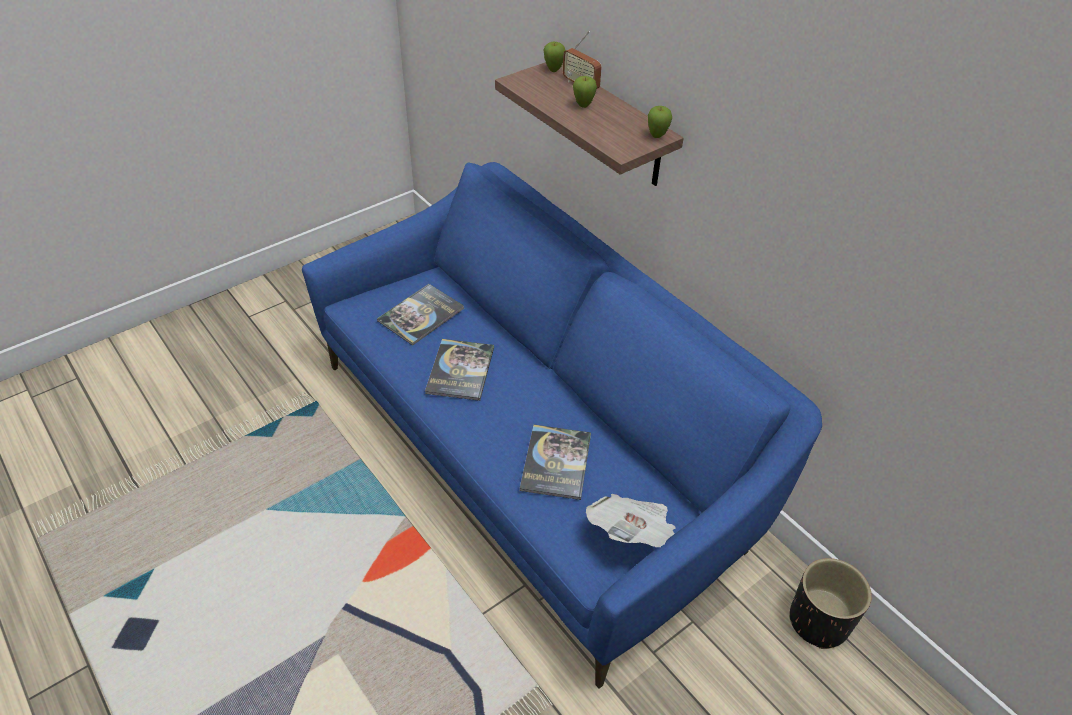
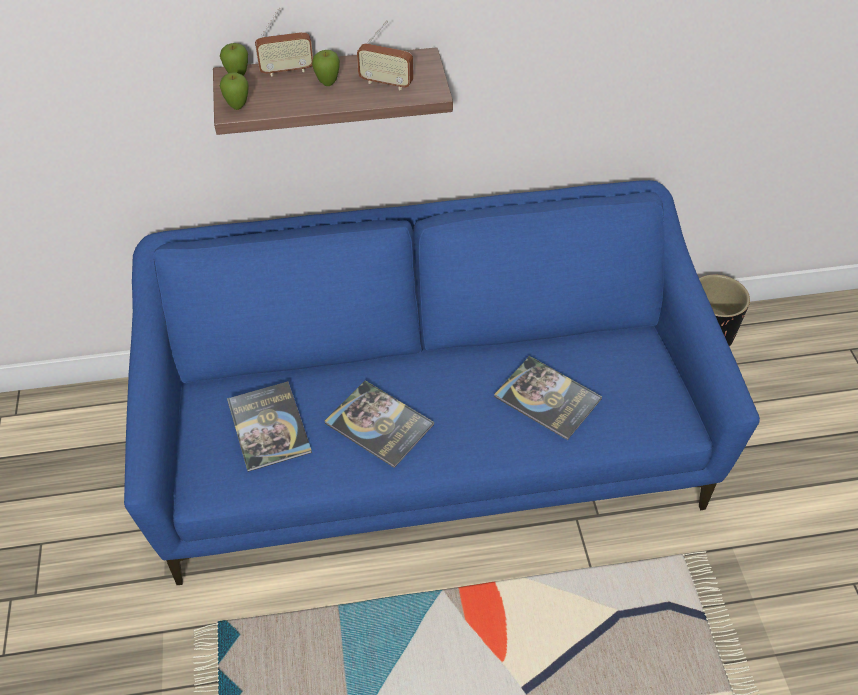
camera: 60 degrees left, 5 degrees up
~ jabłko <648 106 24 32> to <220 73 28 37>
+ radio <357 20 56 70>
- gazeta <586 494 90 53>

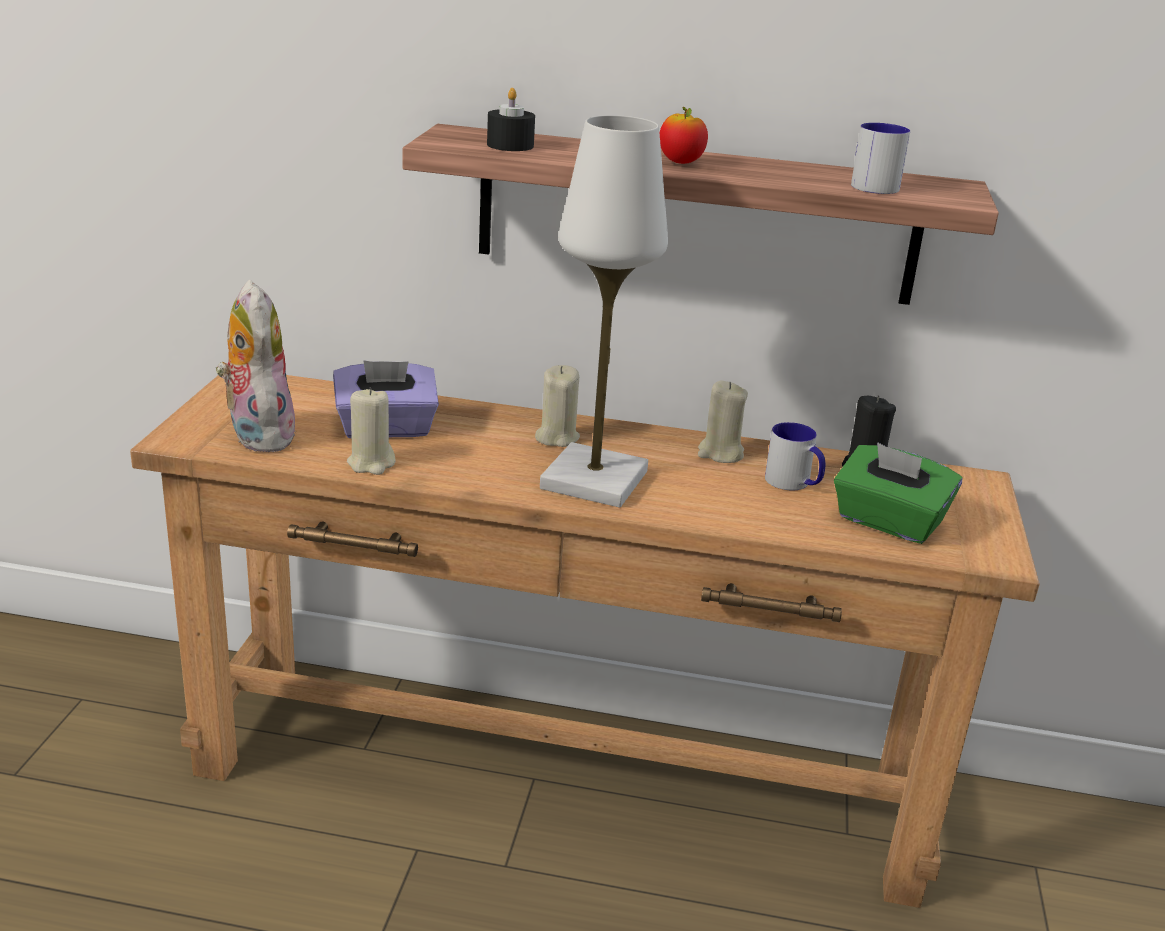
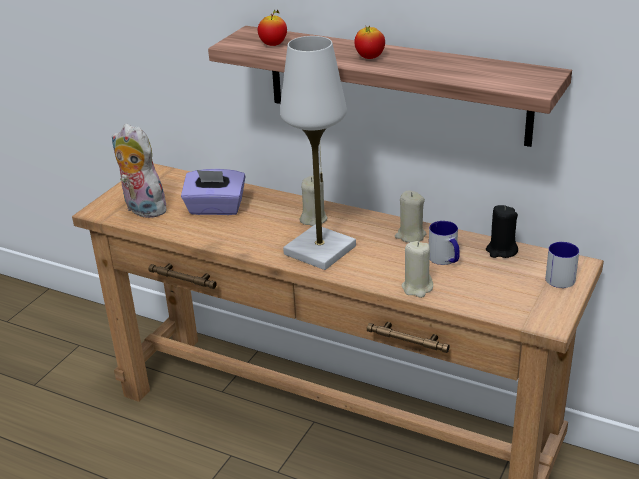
camera: 20 degrees right, 5 degrees up
~ pluszak <215 280 83 172> = <112 124 60 94> 45 degrees counterclockwise
~ świeca [czarny] <487 88 48 63> to jabłko <258 10 29 36>
~ świeca [beżowy] <347 387 49 88> to <402 241 31 57>
~ kubek <851 123 59 71> to <545 242 34 46>
- pudełko chusteczek [zielony] <834 442 129 102>

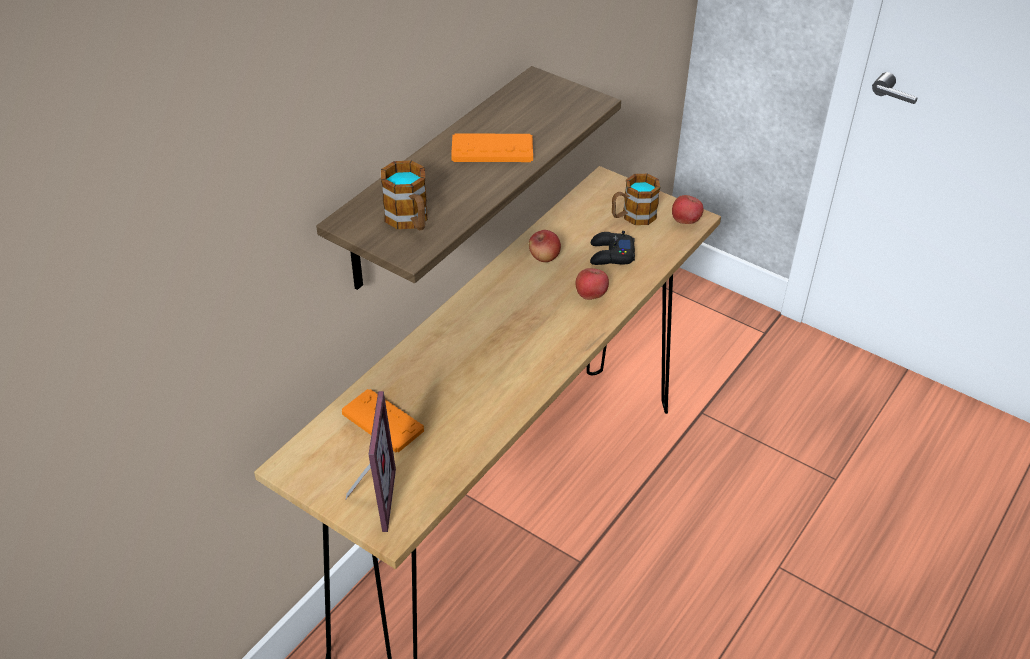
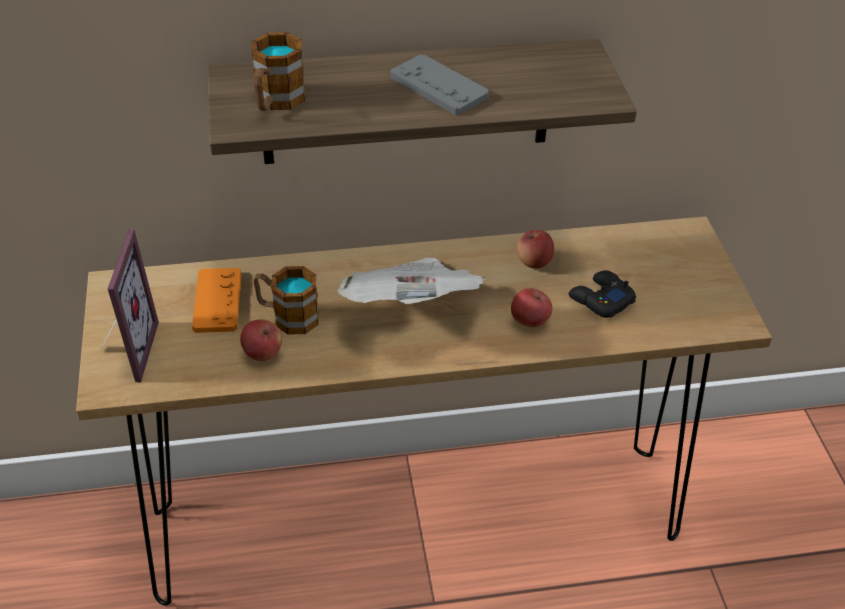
camera: 45 degrees right, 0 degrees up
~ ramka na zdjęcie <346 391 50 141> = <101 229 58 153> 45 degrees counterclockwise
~ jabłko <672 195 31 29> to <240 319 42 42>
~ kubek <612 174 48 51> to <253 266 66 69>
+ gazeta <337 258 149 46>
~ pad do gier [pomarańczowy] <451 133 82 29> to pad do gier [szary] <390 54 99 61>

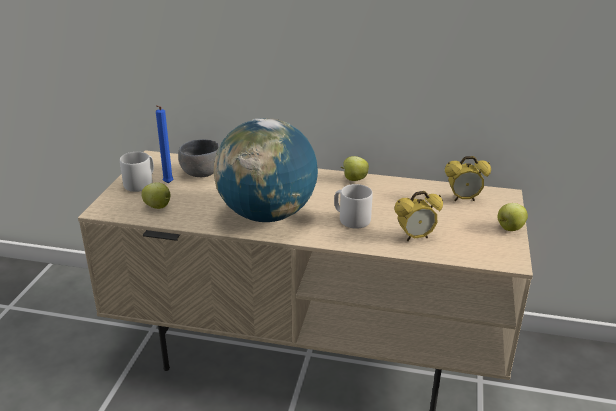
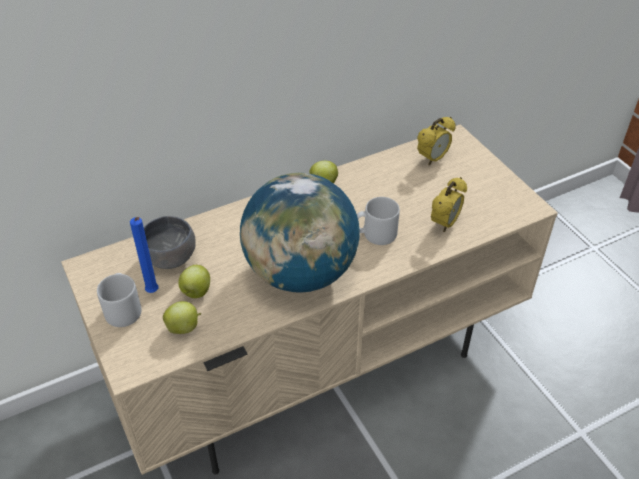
camera: 40 degrees left, 15 degrees up
~ jabłko <498 203 30 28> to <178 265 32 33>

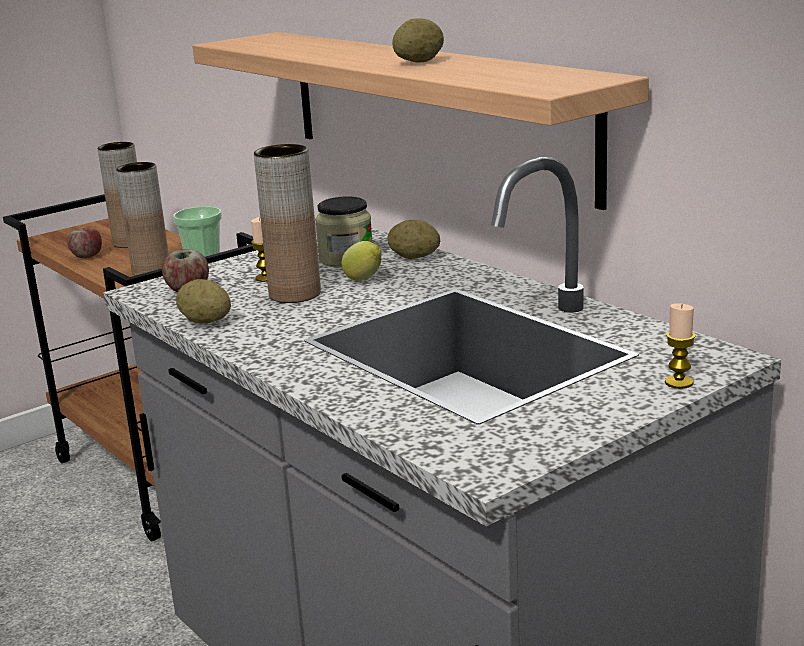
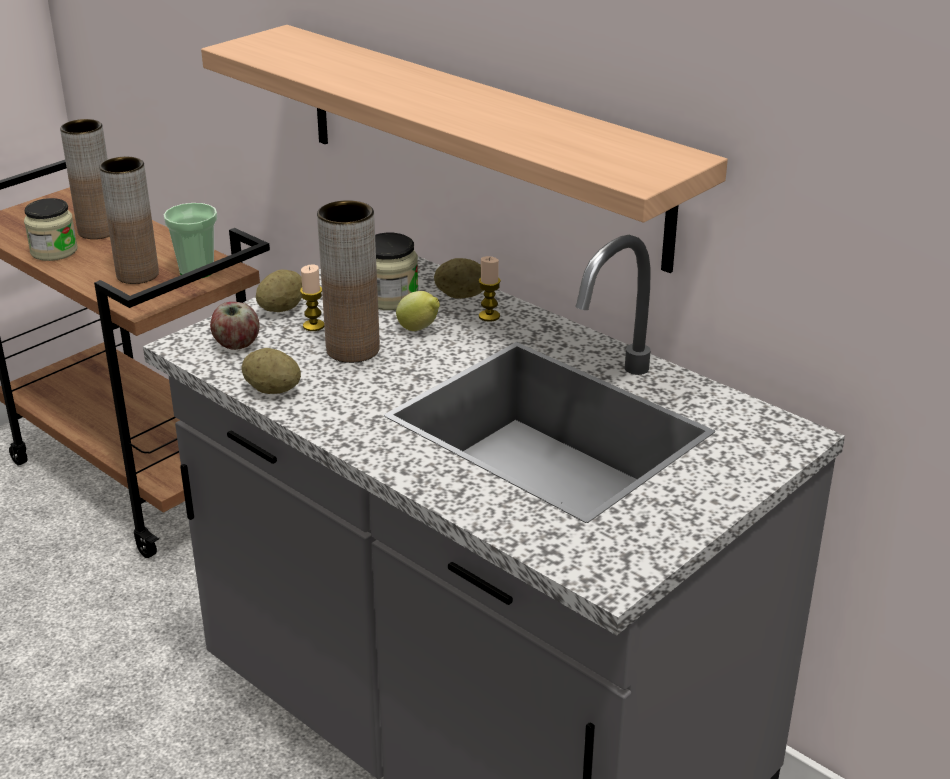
camera: 10 degrees left, 10 degrees up
~ jabłko <67 228 35 31> to słoik <24 198 53 63>
~ ziemniak <392 18 52 45> to <256 270 46 42>
~ świeca <665 303 31 86> to <479 256 22 66>

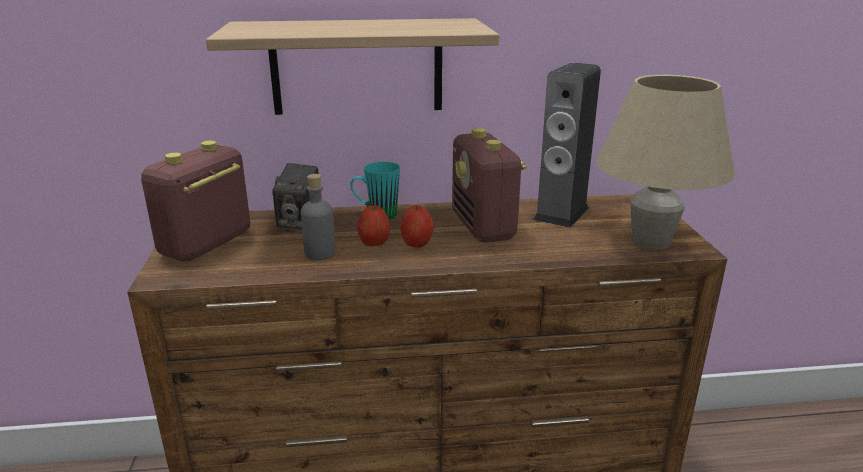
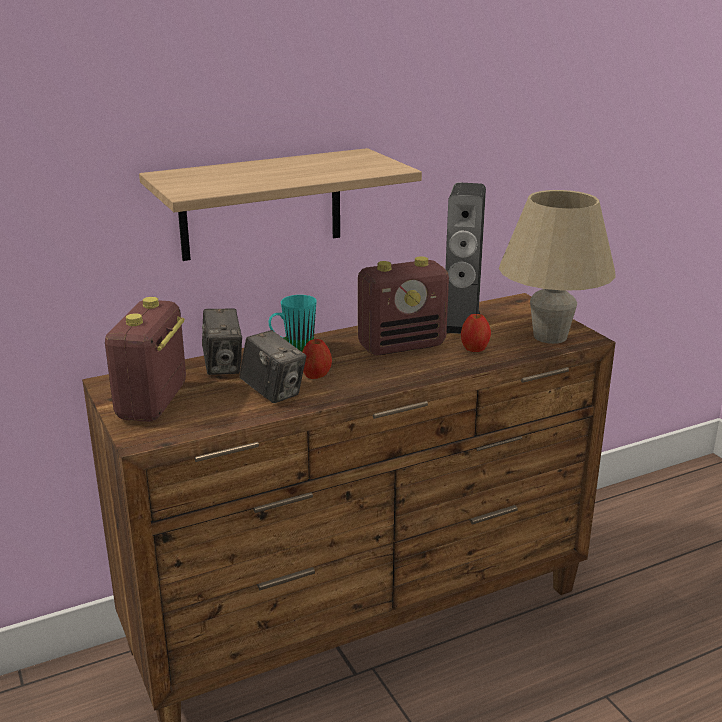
camera: 20 degrees left, 0 degrees up
~ butelka [szary] <301 174 34 86> to aparat fotograficzny <239 330 67 73>
~ radio <452 128 75 115> = <358 256 91 99> 75 degrees counterclockwise
~ jabłko <401 205 33 43> to <461 313 30 39>

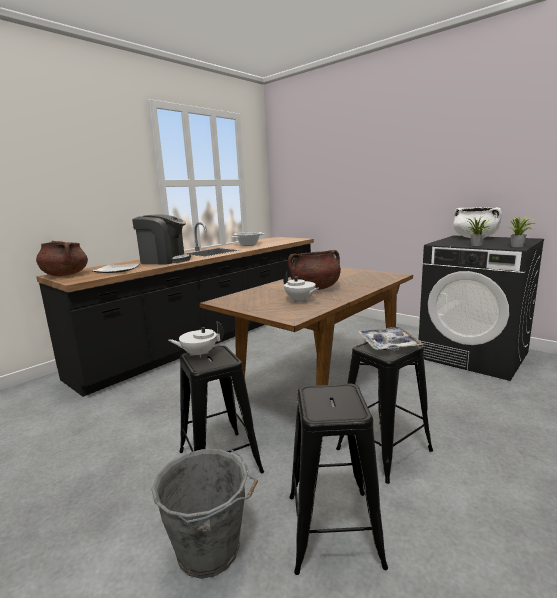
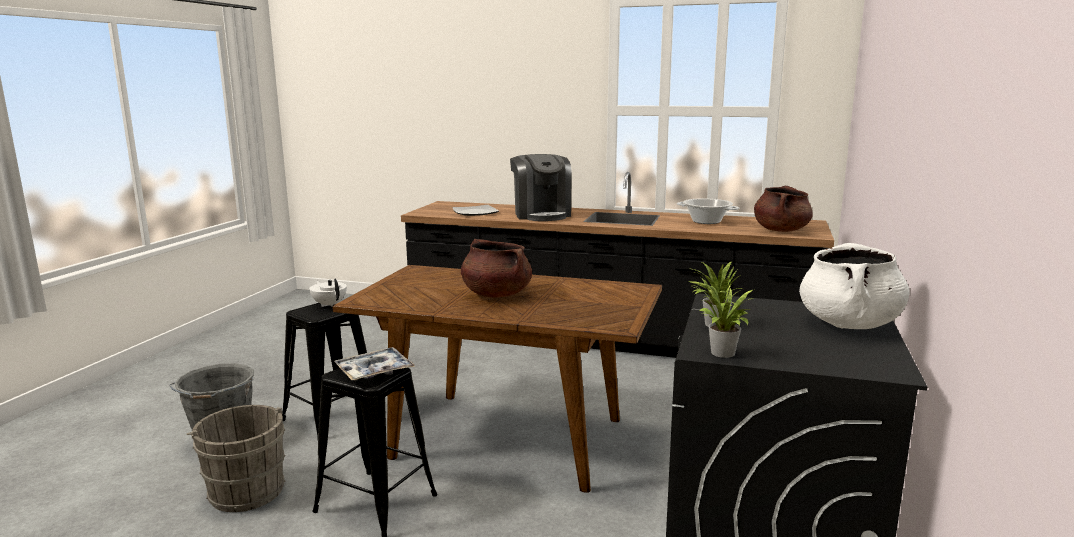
camera: 65 degrees right, 0 degrees up
~ stołek [czarny] <289 383 99 192> to wiadro [szary] <187 405 98 107>
~ garnek [brązowy] <36 241 52 35> to <754 186 59 46>
- imbryk [biały] <283 272 36 31>

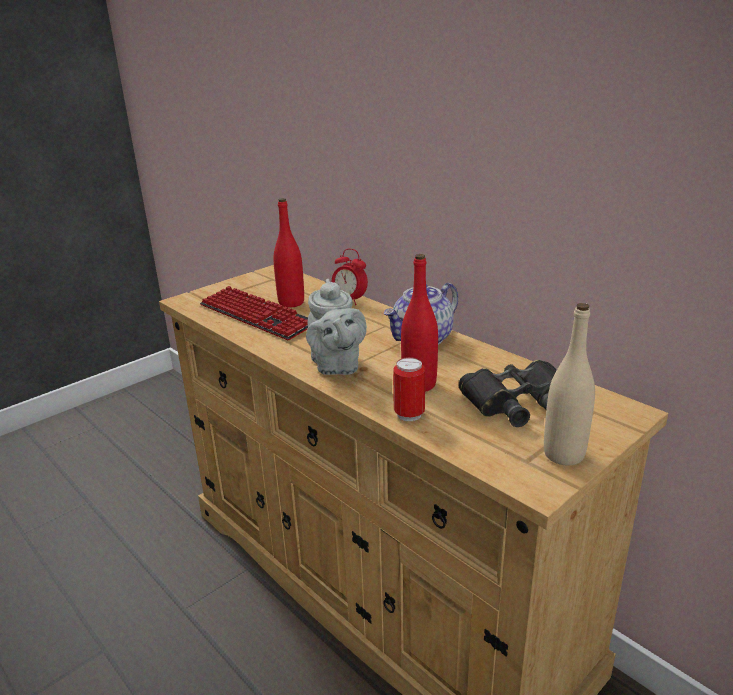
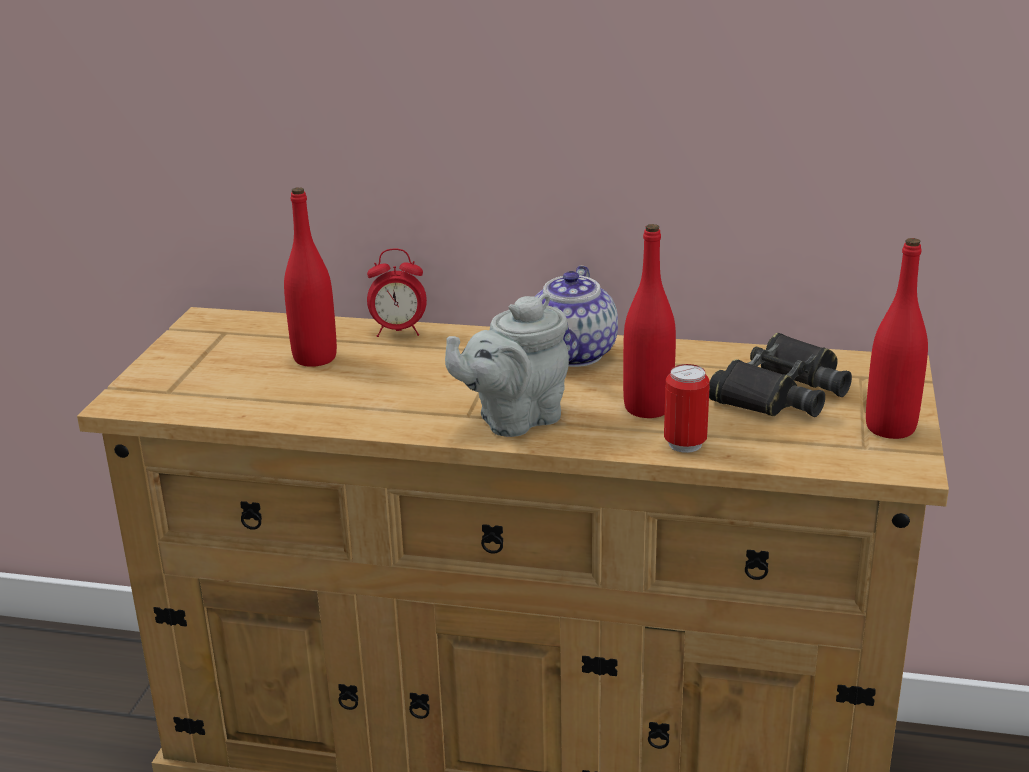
camera: 35 degrees left, 0 degrees up
~ imbryk [szary] <306 279 61 96> = <445 293 124 144> 105 degrees clockwise
~ butelka [beżowy] <544 303 51 162> to butelka [czerwony] <866 238 62 201>
- klawiatura <200 286 108 54>

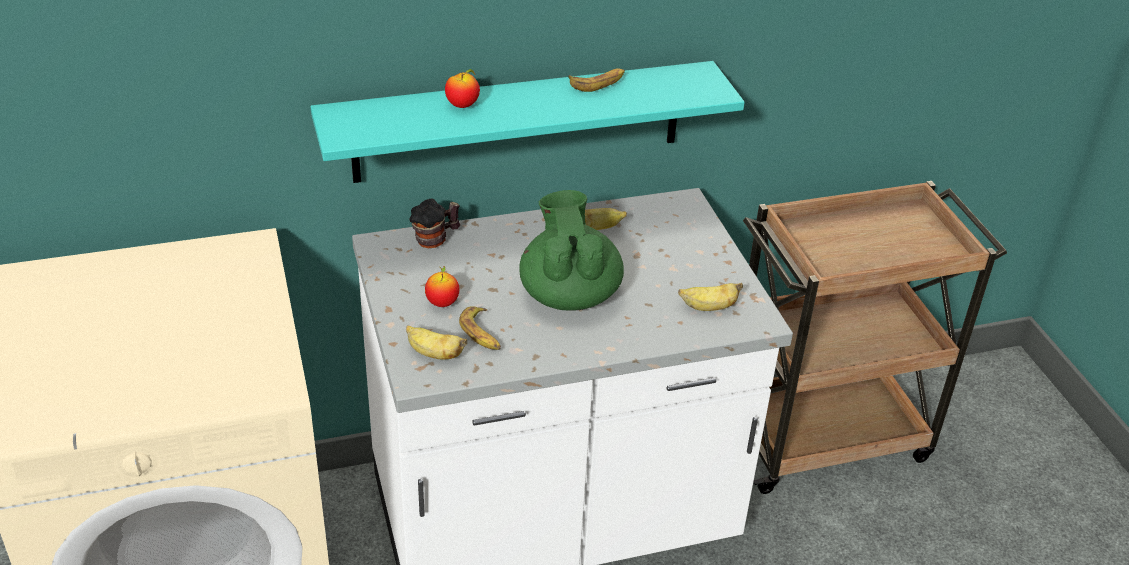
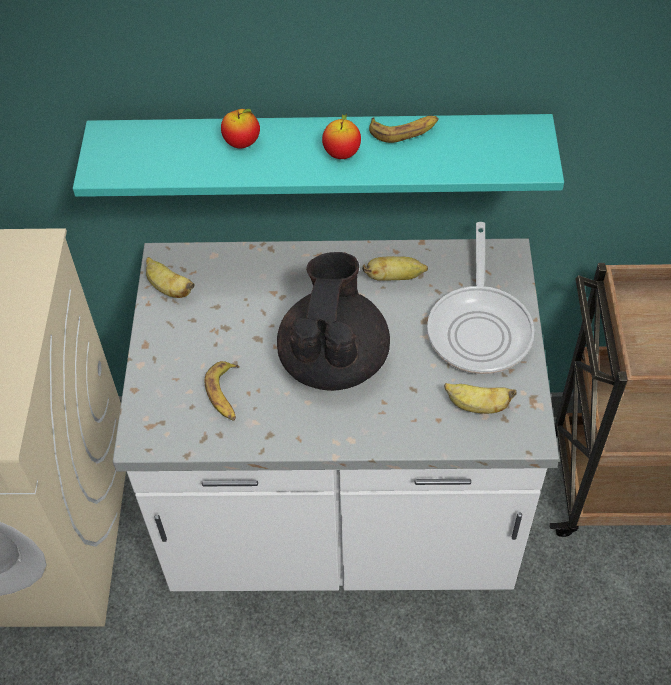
camera: 20 degrees right, 15 degrees up
~ banan <406 325 61 35> to <146 257 49 41>
~ imbryk [zielony] <519 190 105 120> to imbryk [czarny] <277 252 113 139>
~ jabłko <425 266 34 41> to <322 114 39 45>
+ patelnia <427 222 108 152>
- kubek <409 199 51 49>

